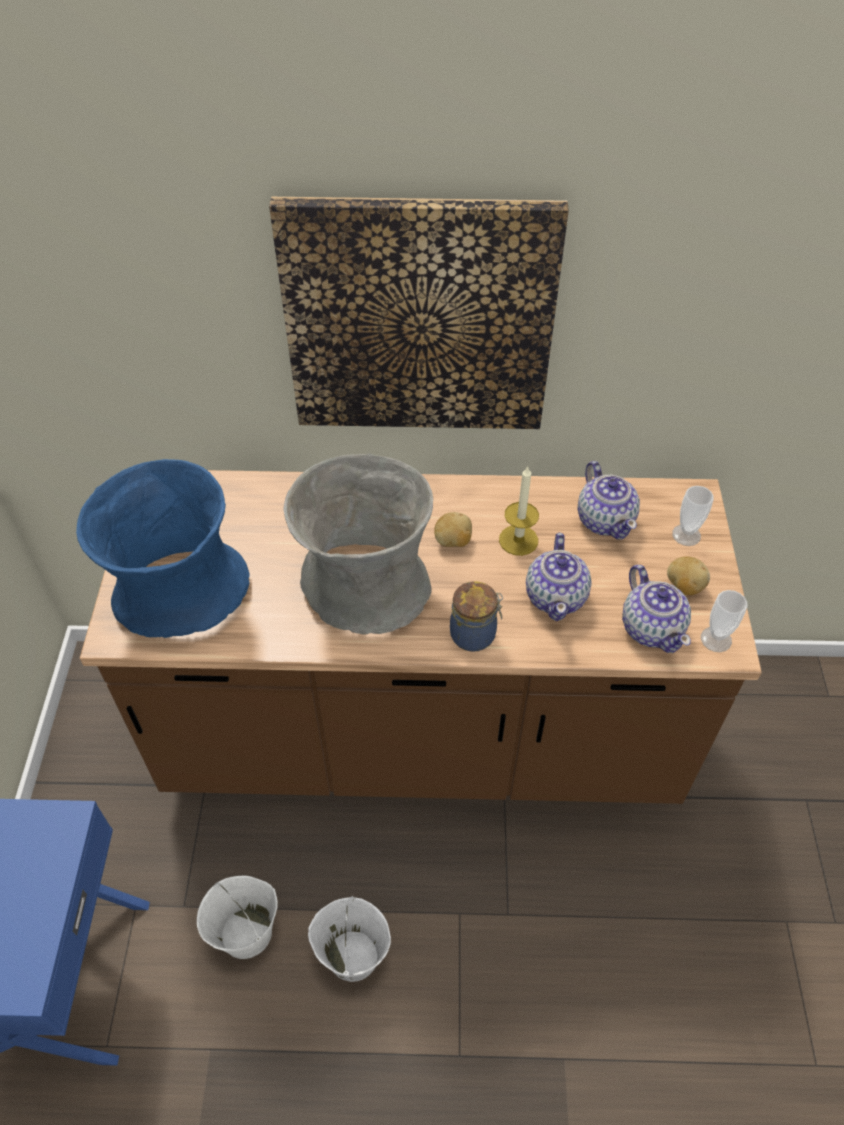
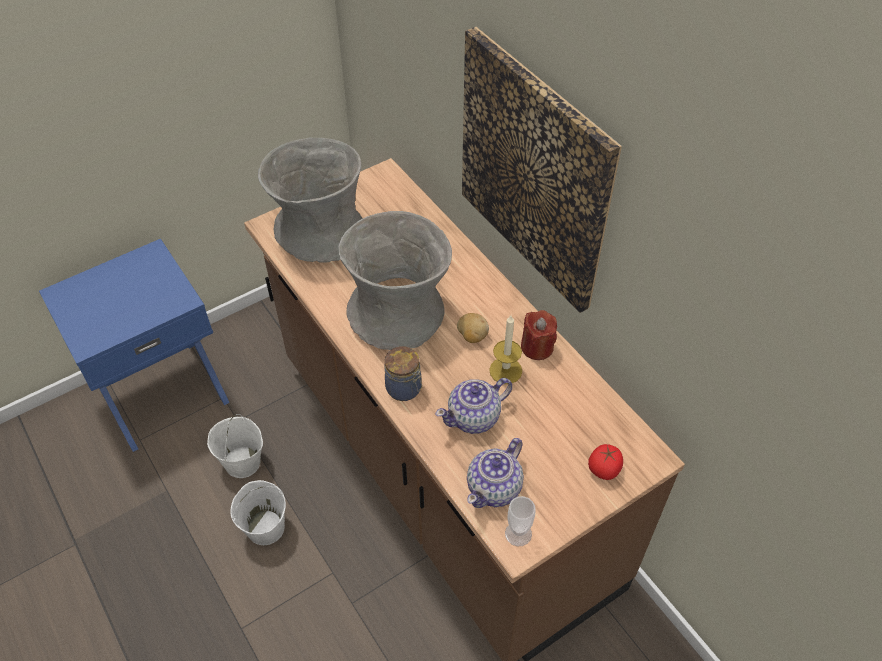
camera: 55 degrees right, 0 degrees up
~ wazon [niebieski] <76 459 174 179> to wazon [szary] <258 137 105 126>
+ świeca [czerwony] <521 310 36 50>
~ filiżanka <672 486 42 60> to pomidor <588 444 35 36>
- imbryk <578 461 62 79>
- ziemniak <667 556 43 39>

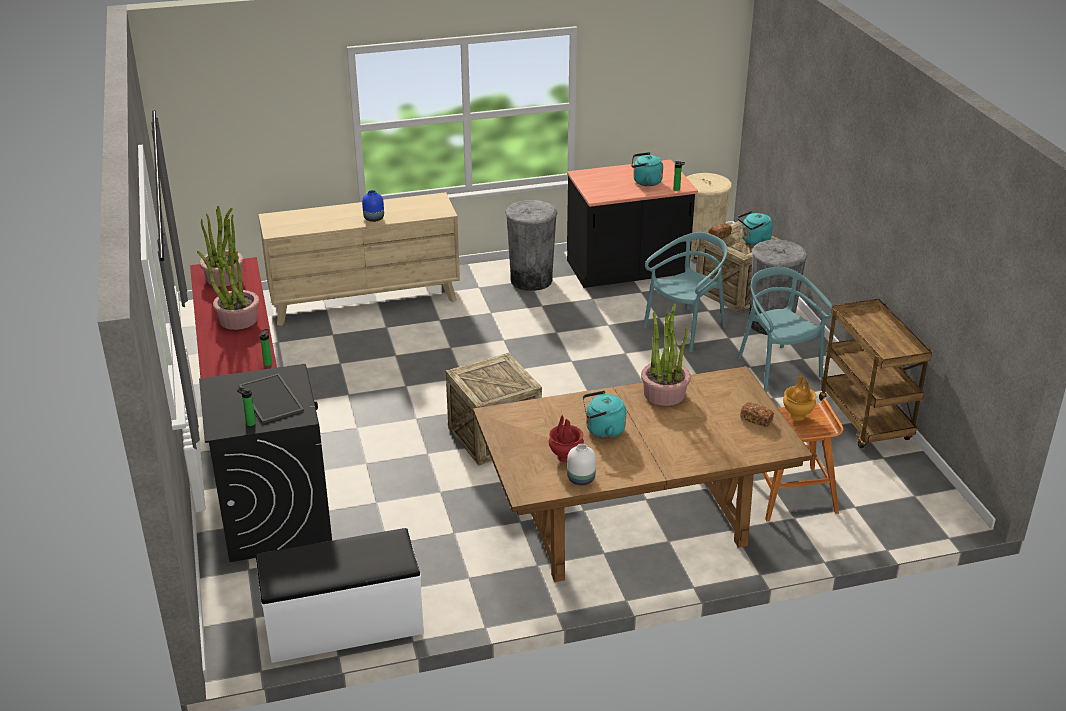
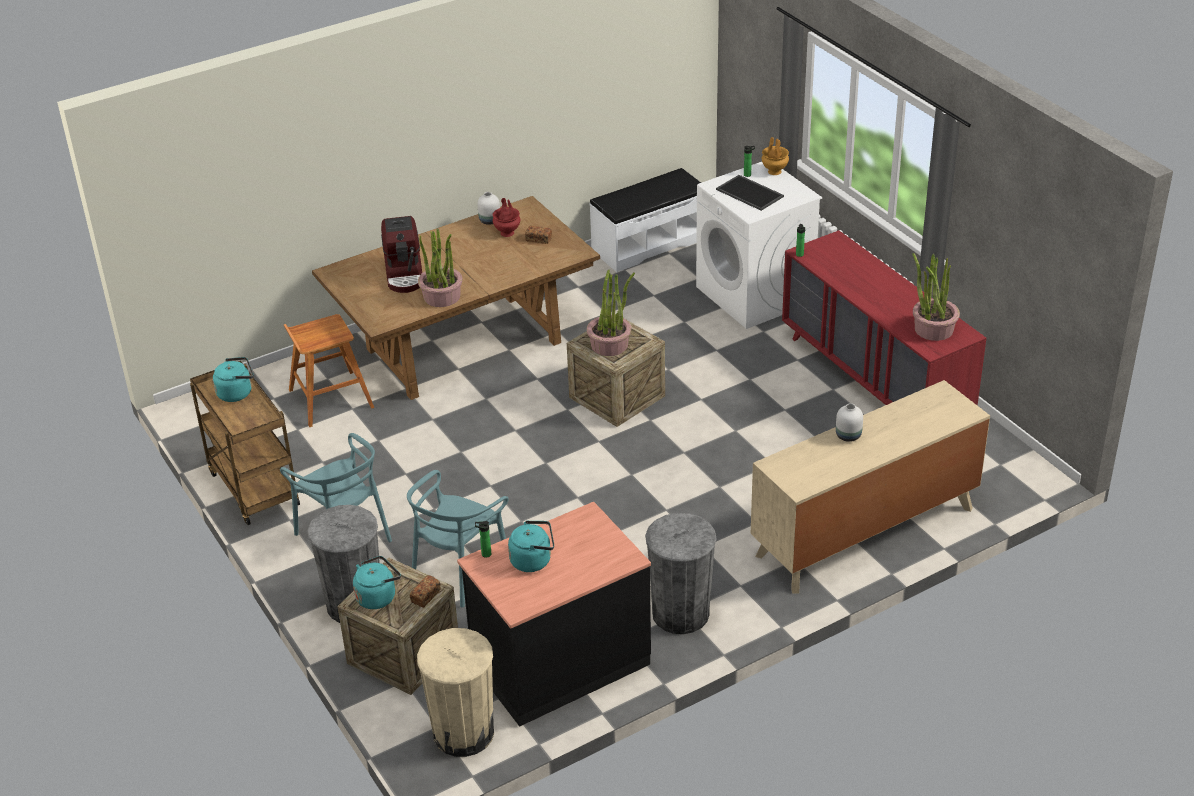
camera: 165 degrees right, 5 degrees up
~ czajnik [turkusowy] <583 390 43 48> to <213 357 40 45>
+ ekspres do kawy <381 216 41 77>
~ chleb <740 402 34 25> to <525 226 27 18>
~ roślina doniczkowa <197 245 62 85> to <587 270 48 86>
~ pralka [czarny] <199 364 133 198> to pralka [biały] <696 162 126 167>
~ wazon [brązowy] <783 376 33 45> to <761 137 28 38>
~ wazon [niebieski] <362 190 22 32> to wazon [biały] <836 404 27 38>

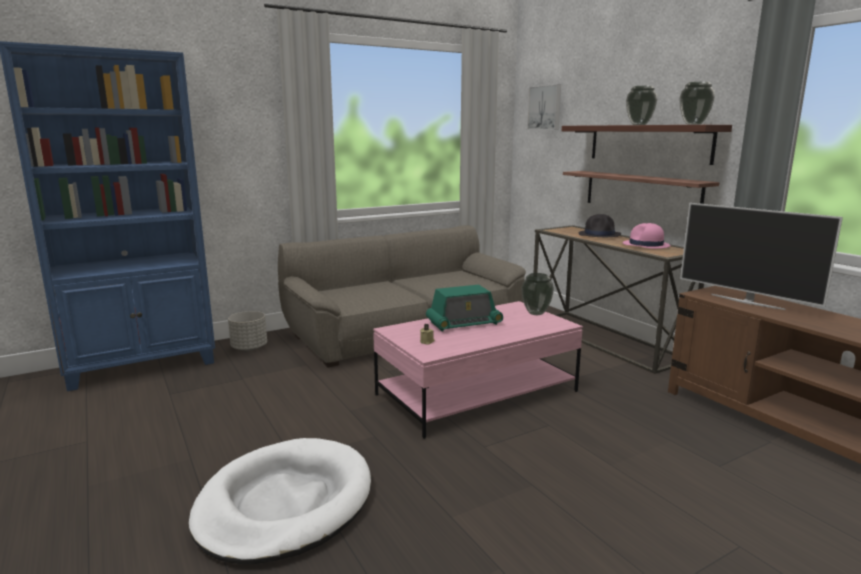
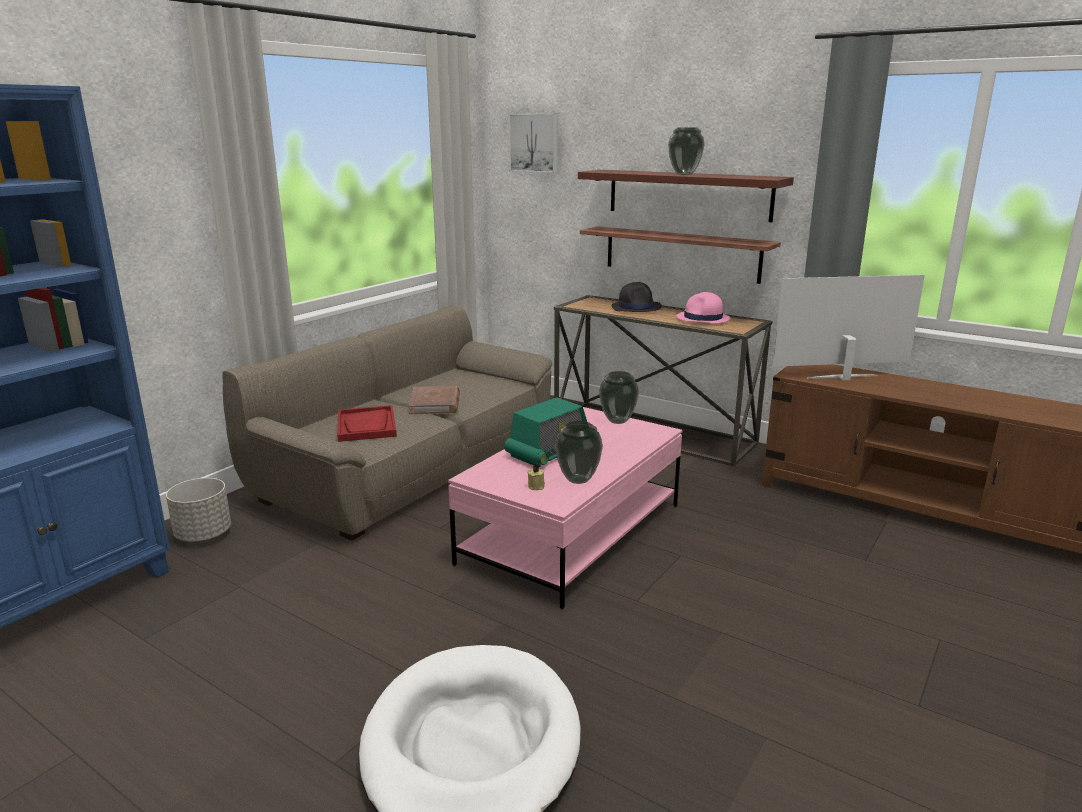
camera: 25 degrees left, 5 degrees up
+ taca [czerwony] <337 405 60 37>
+ książka [brązowy] <409 386 51 28>
~ wazon <679 82 36 43> to <555 421 48 63>
~ telewizor <680 203 163 107> = <772 275 153 105> 150 degrees clockwise

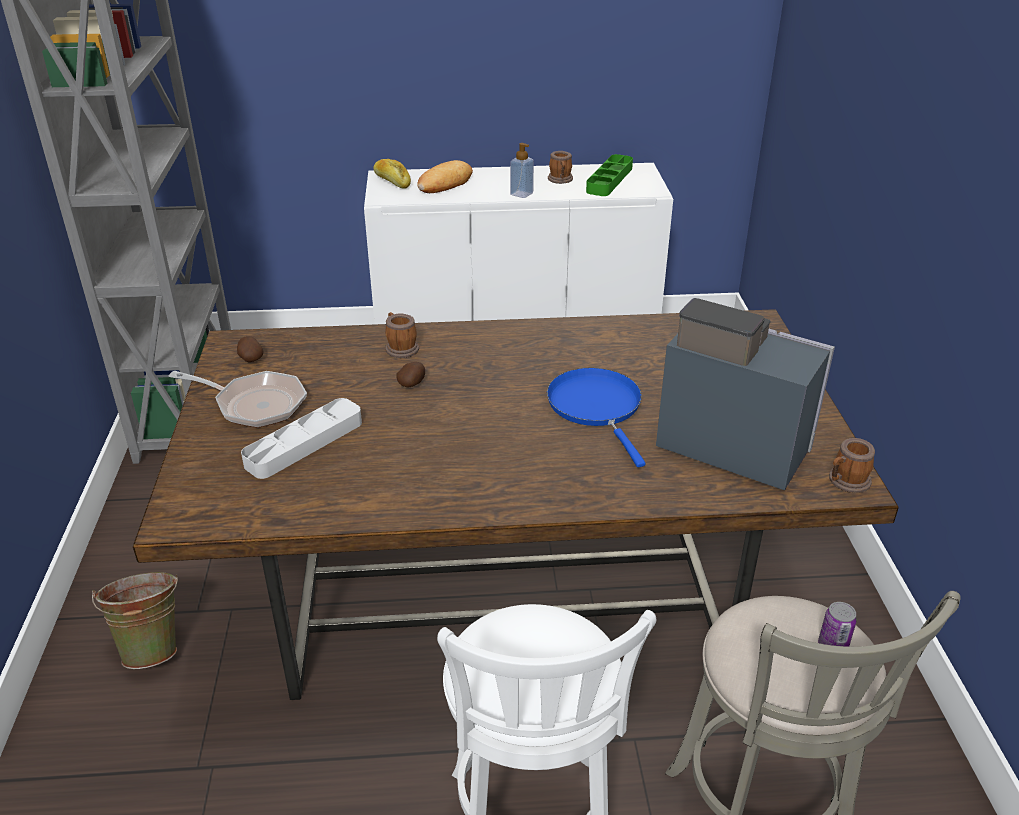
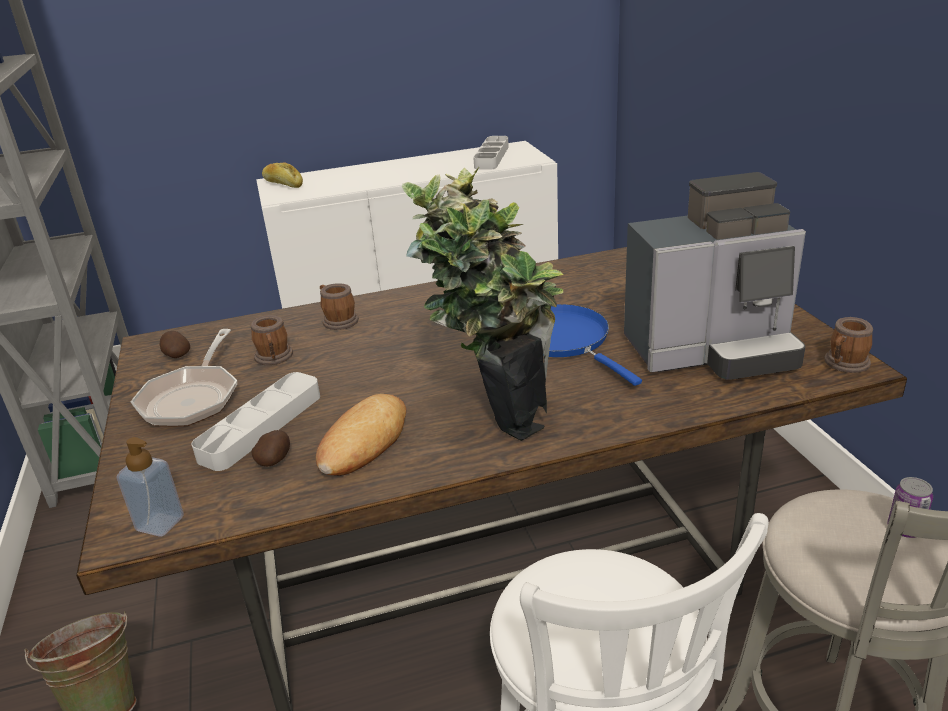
camera: 10 degrees left, 5 degrees down
~ dozownik mydła <510 143 24 55> to <116 437 68 100>
~ patelnia <169 371 138 57> = <131 329 106 98> 90 degrees clockwise
~ kubek <548 151 25 33> to <250 315 43 50>
~ ziemniak <396 362 29 25> to <251 430 39 37>
~ chleb <417 160 56 33> to <316 394 90 82>
+ roślina doniczkowa <402 167 161 274>
~ taca [zielony] <586 154 47 42> to taca [szary] <473 136 36 34>
~ ekspres do kawy <656 298 179 192> = <624 172 182 208> 150 degrees clockwise

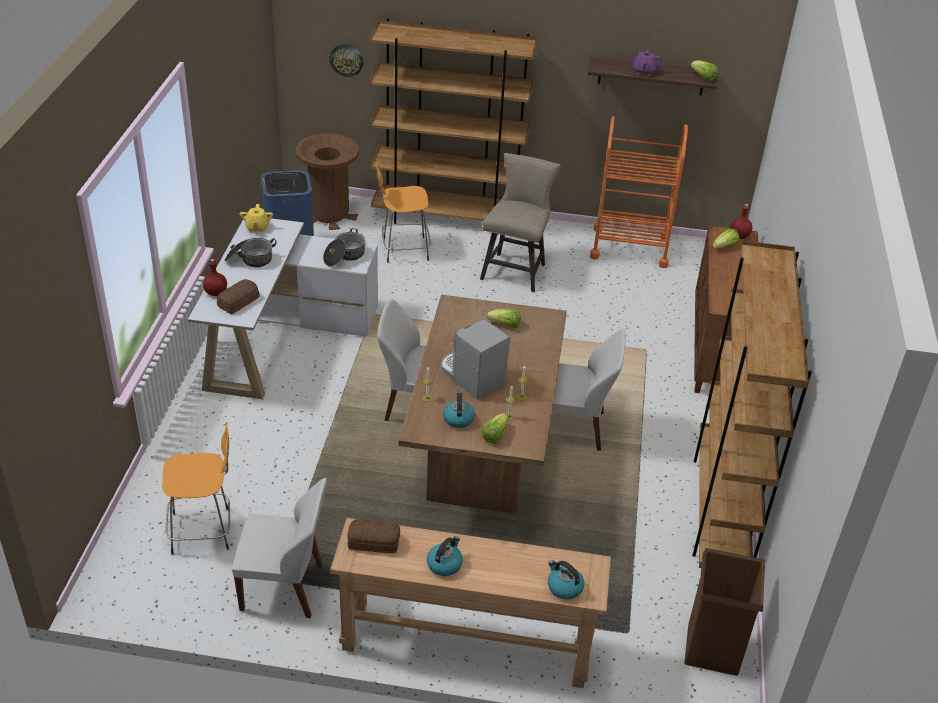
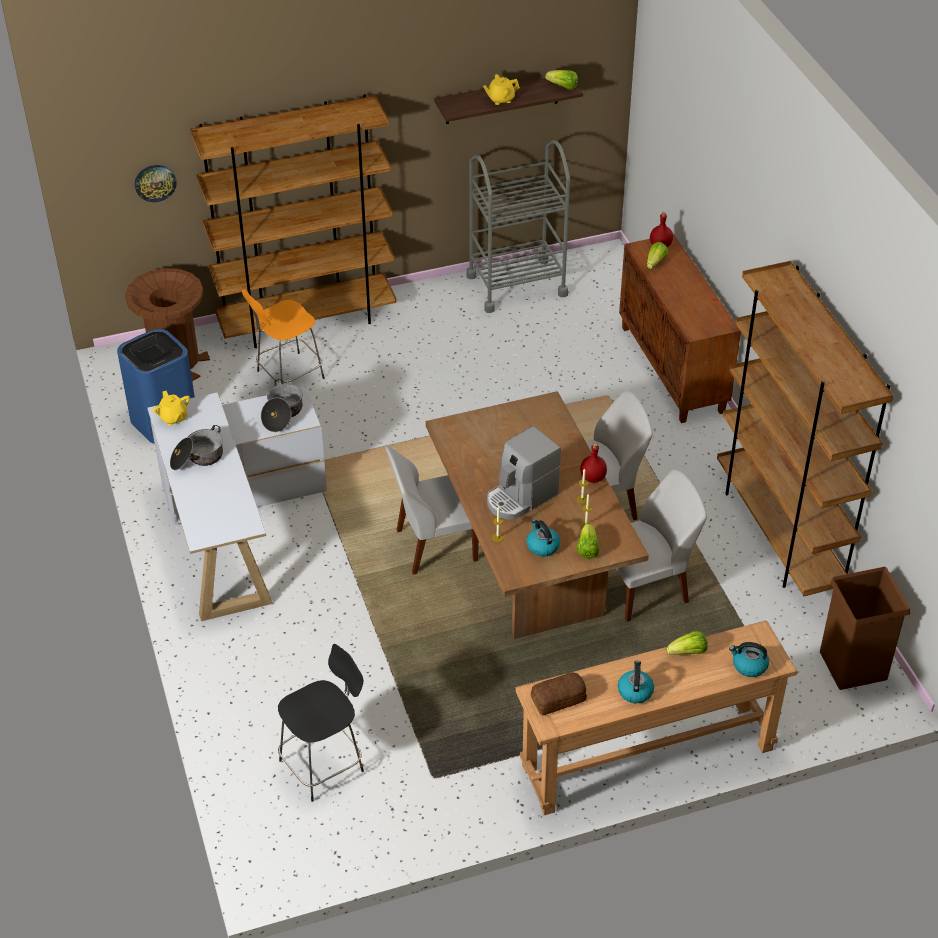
camera: 25 degrees left, 5 degrees up
~ stołek [pomarańczowy] <162 422 68 133> to stołek [czarny] <278 644 86 158>
~ wózek [pomarańczowy] <590 116 98 152> to wózek [szary] <466 140 104 173>
~ imbryk [fioletowy] <629 49 33 27> to imbryk [żółty] <483 74 37 31>
~ ekspres do kawy <441 320 69 79> = <487 426 74 93> 60 degrees counterclockwise
~ butelka [czerwony] <203 259 24 37> to <580 443 27 40>
~ krzesło [biały] <232 478 95 140> to <616 469 91 153>
~ sałata <487 309 34 19> to <666 631 42 24>
- chleb <217 279 43 35>
- stołek [beżowy] <480 153 81 139>

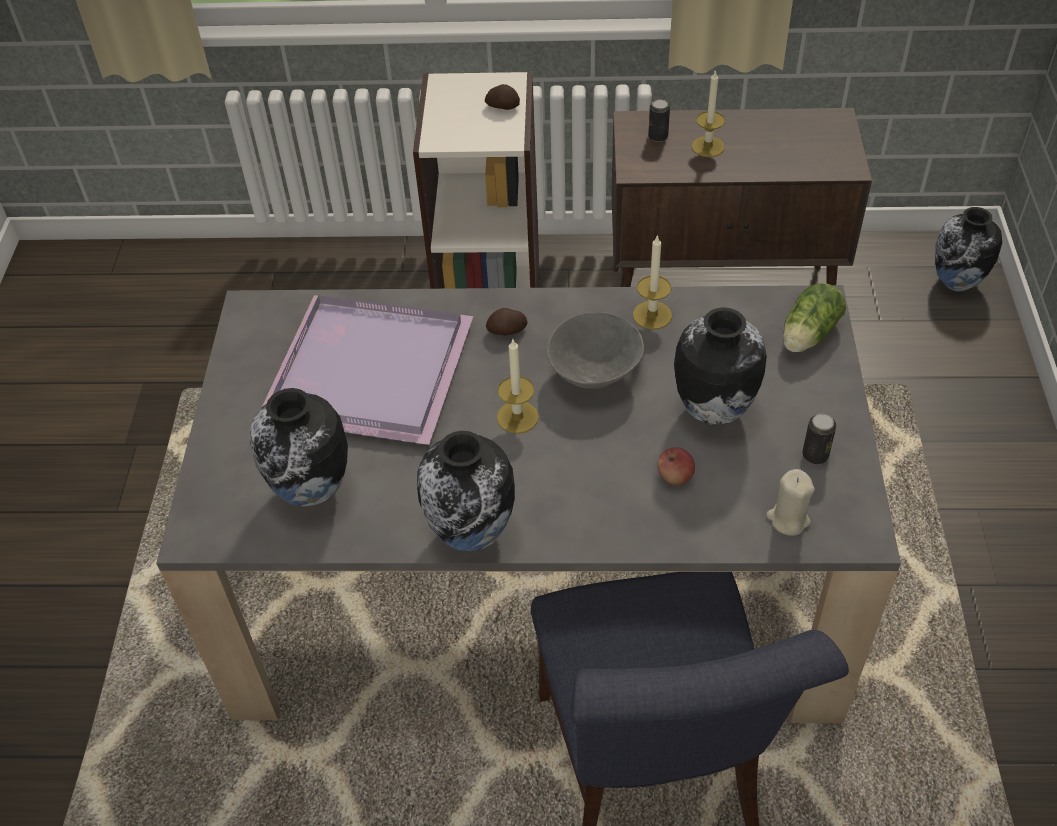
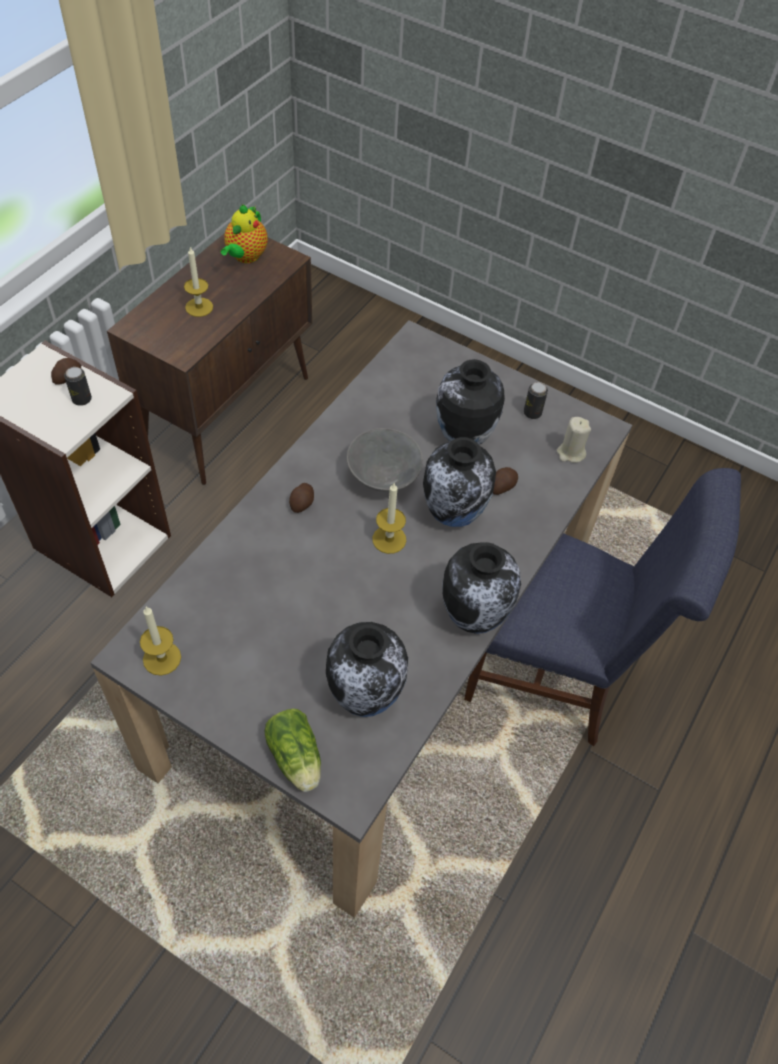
camera: 65 degrees left, 5 degrees up
~ puszka <648 99 22 43> to <64 367 28 39>
~ świeca <633 234 39 96> to <140 607 41 69>
+ imbryk <221 204 46 59>
~ sałata <783 283 63 69> to <265 709 56 83>
~ wazon <935 207 67 85> to <423 437 73 90>
~ jabłko <658 447 37 38> to ziemniak <493 467 25 28>
- taca [fioletowy] <262 295 211 150>

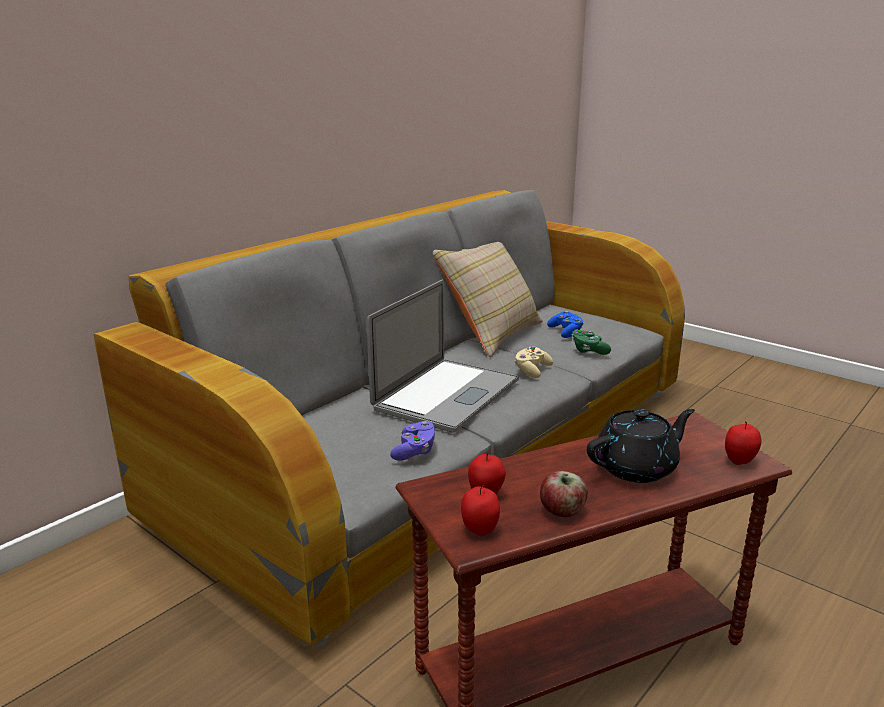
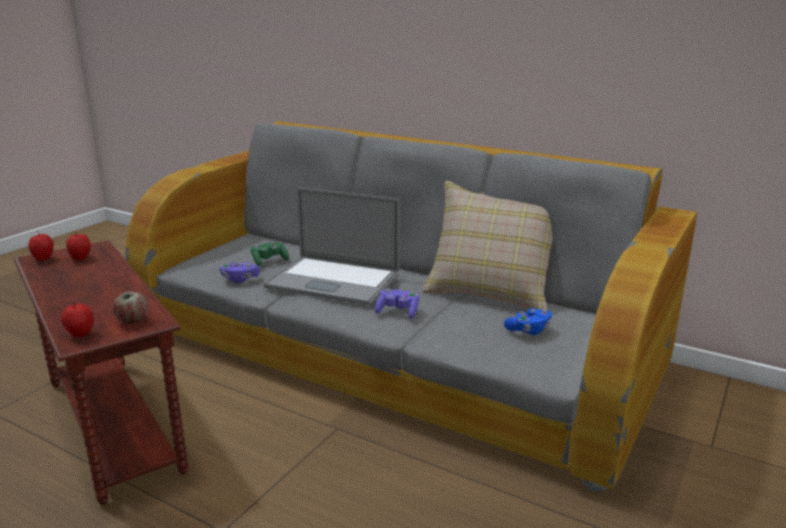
camera: 80 degrees right, 0 degrees up
~ jabłko <540 471 48 46> to <113 291 35 33>
~ pad do gier [zielony] <572 330 39 25> to <251 242 38 24>
~ pad do gier [beżowy] <514 346 39 32> to pad do gier [fioletowy] <375 289 44 30>
- imbryk [czarny] <587 409 108 74>

